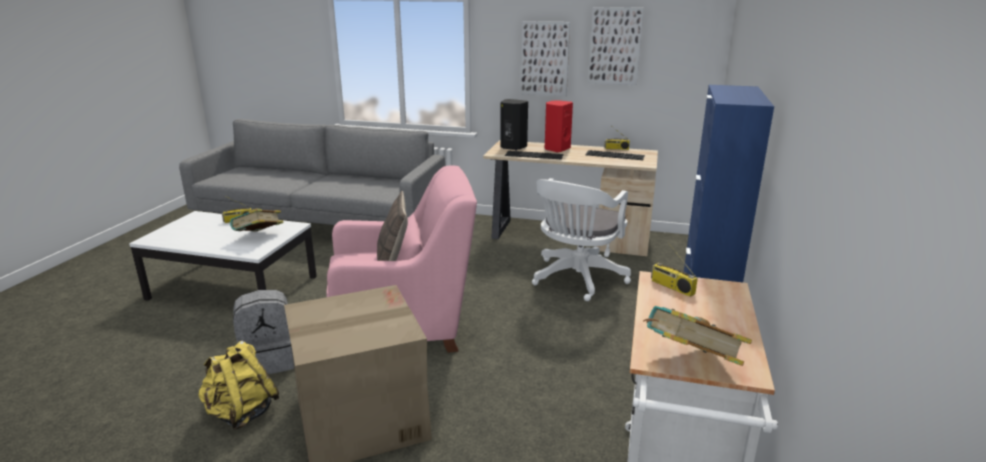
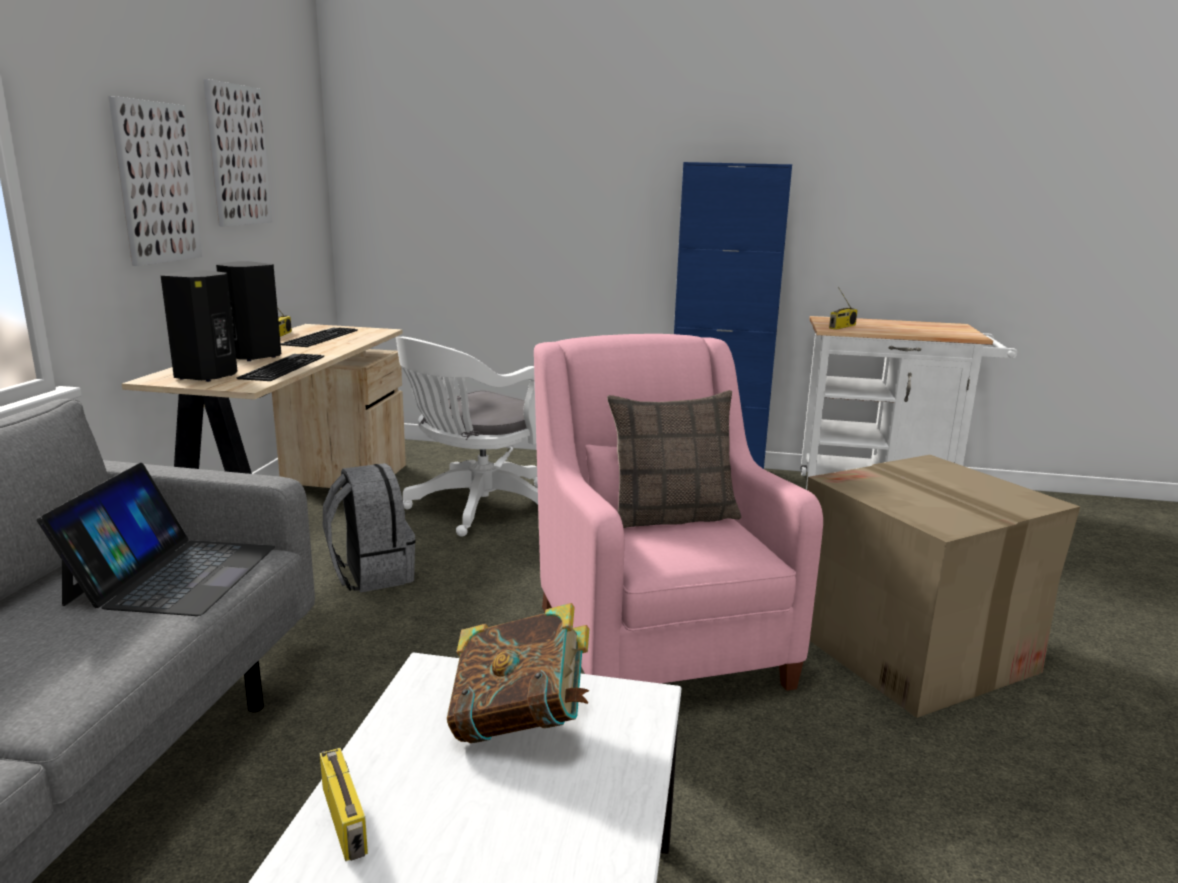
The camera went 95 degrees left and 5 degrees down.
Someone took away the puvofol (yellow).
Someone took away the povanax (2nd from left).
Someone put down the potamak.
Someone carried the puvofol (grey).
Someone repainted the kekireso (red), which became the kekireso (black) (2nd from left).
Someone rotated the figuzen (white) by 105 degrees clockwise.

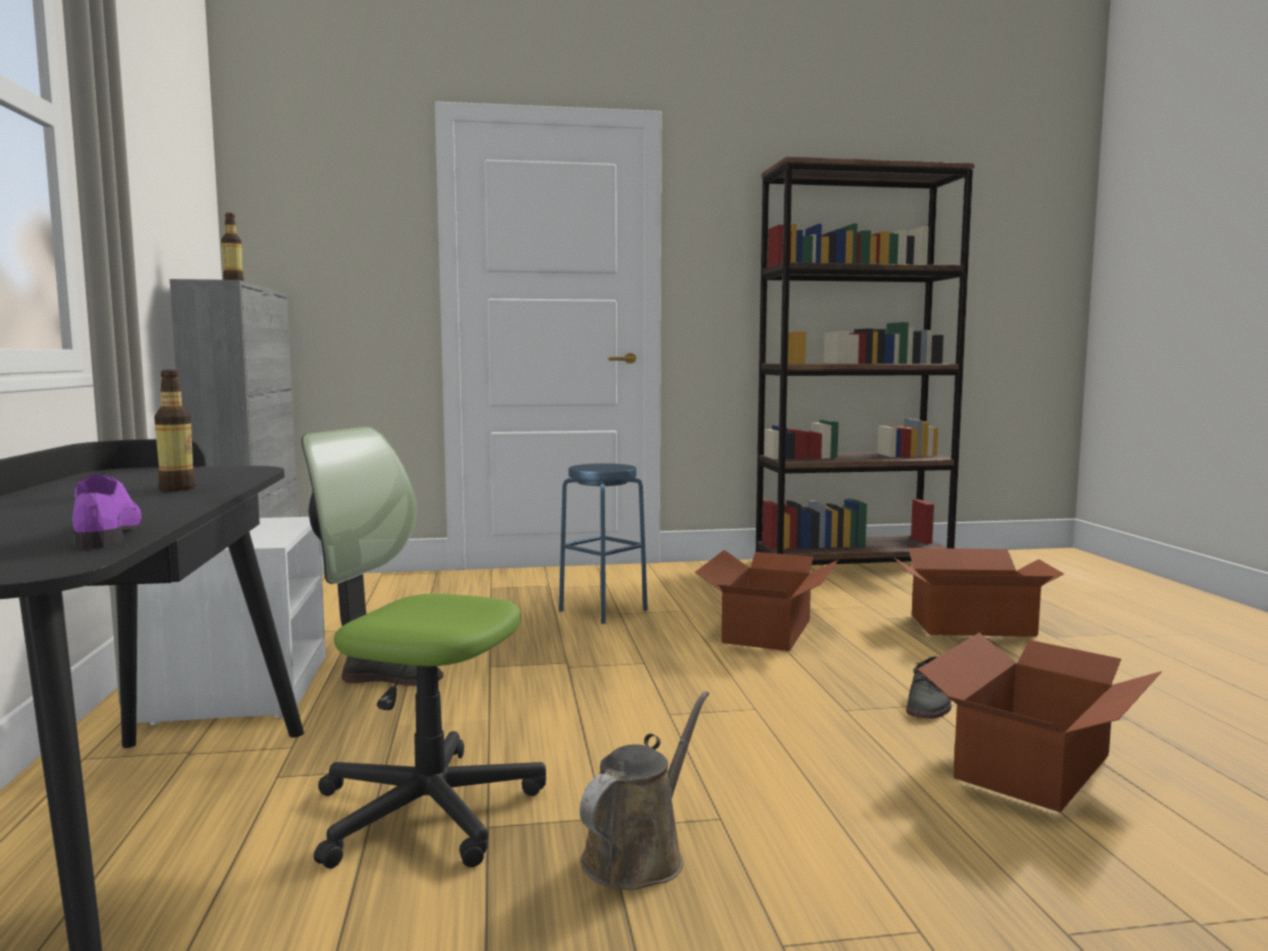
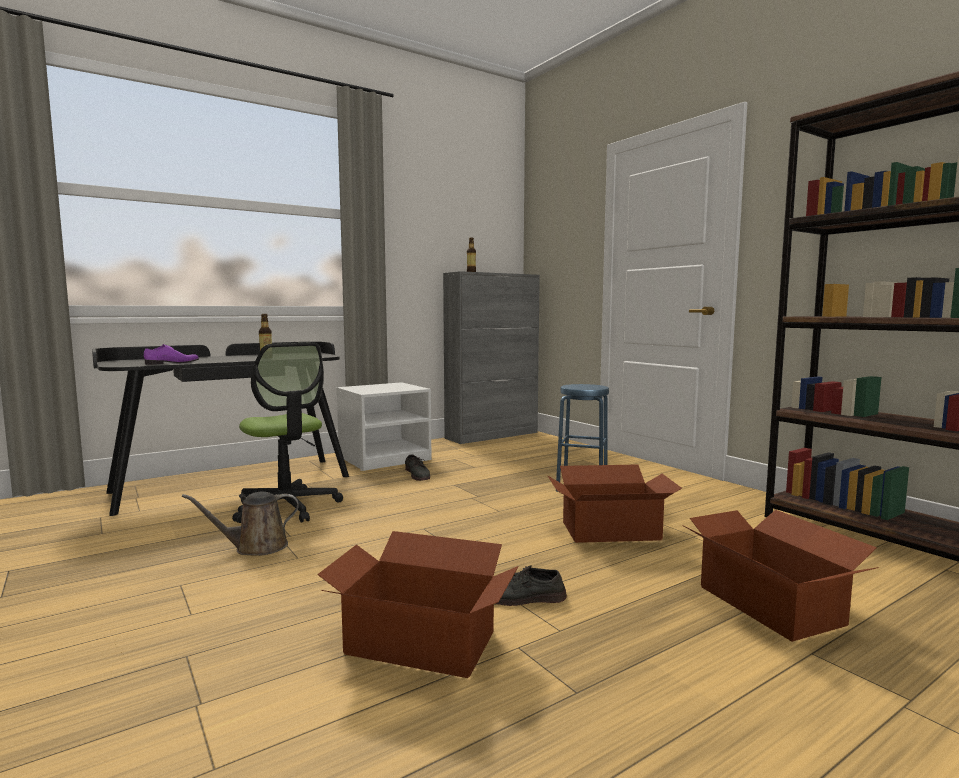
The camera went 65 degrees right and 0 degrees up.
Someone rotated the figuzen by 150 degrees clockwise.
Someone rotated the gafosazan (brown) by 150 degrees clockwise.

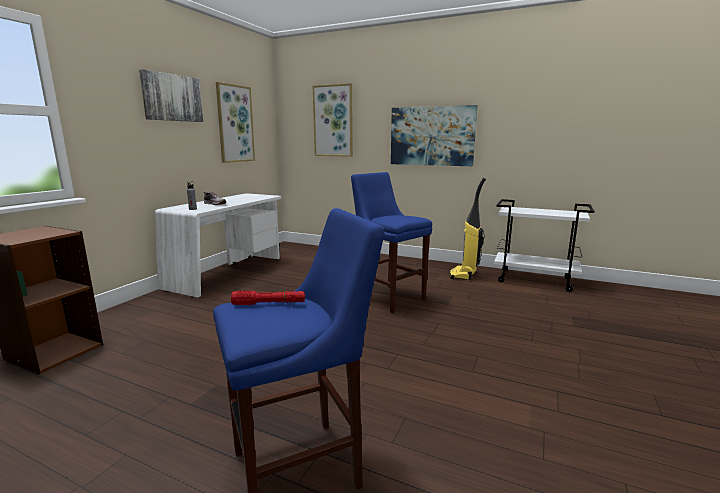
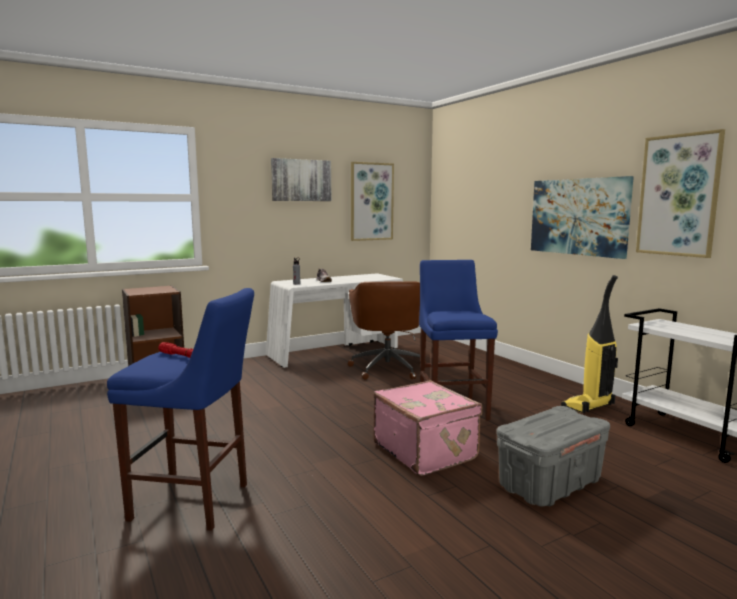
The camera went 35 degrees right and 5 degrees down.
Someone put down the figuzen (brown).
Someone put down the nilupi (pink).
Someone put down the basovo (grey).
Someone carried the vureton (3rd from left in the first image).

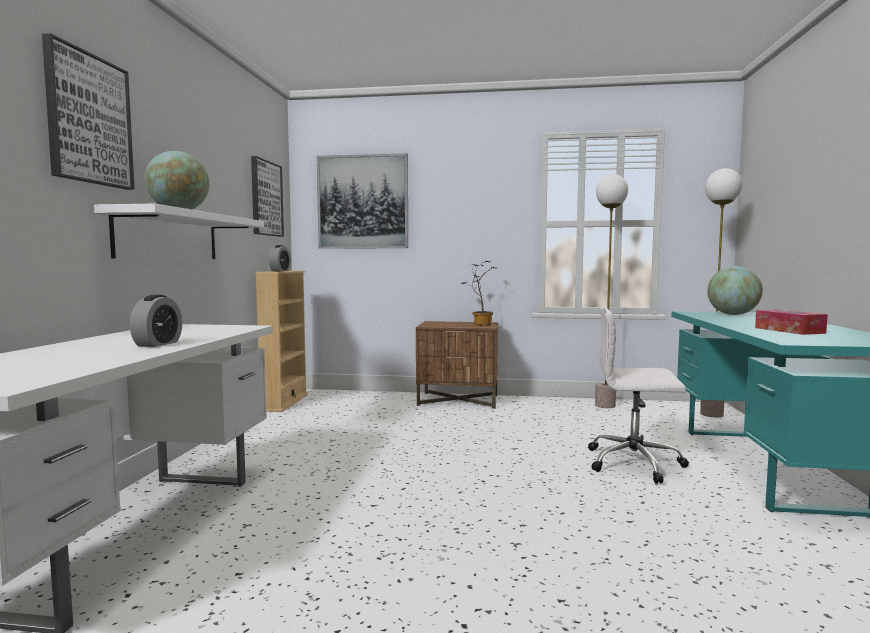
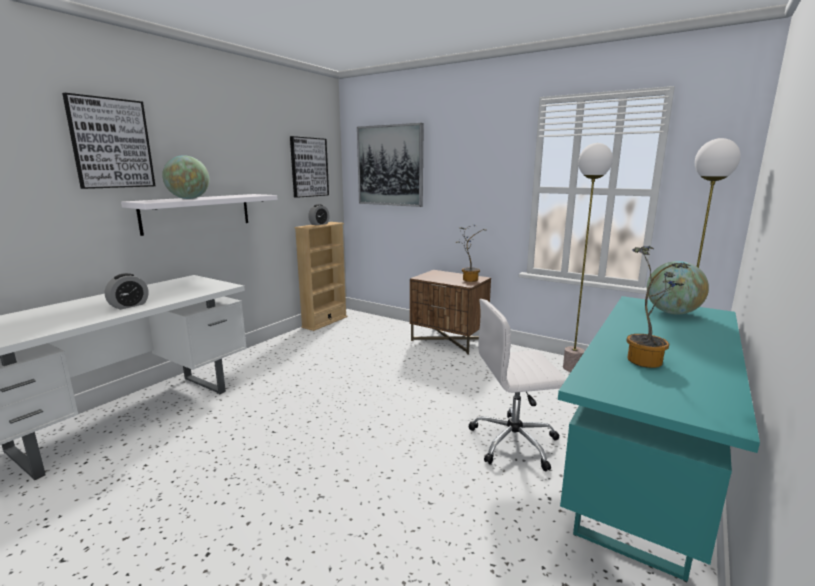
The camera went 25 degrees right and 10 degrees up.
Someone swapped the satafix for the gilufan (2nd from left).
Someone rotated the figuzen (white) by 45 degrees counterclockwise.

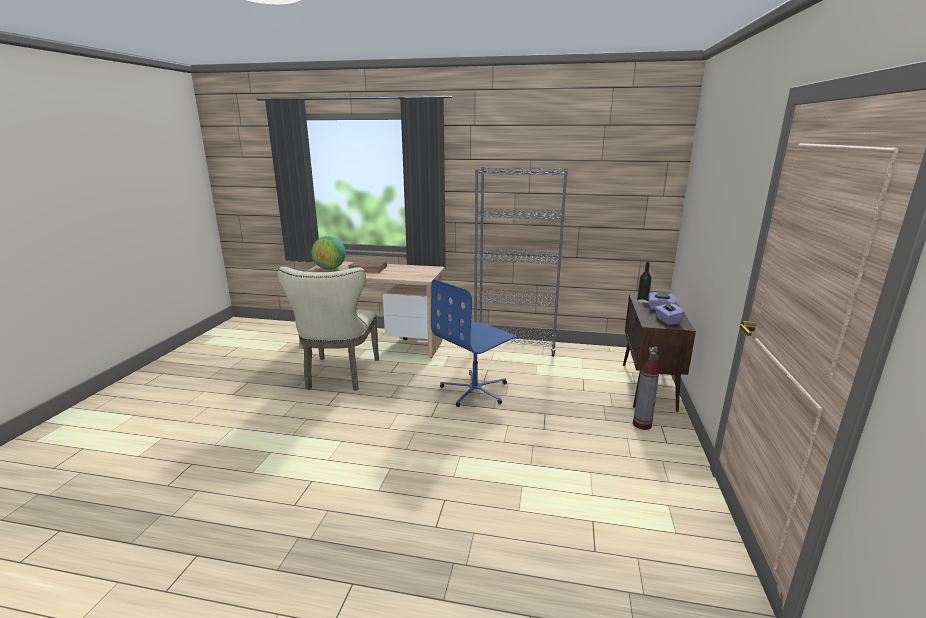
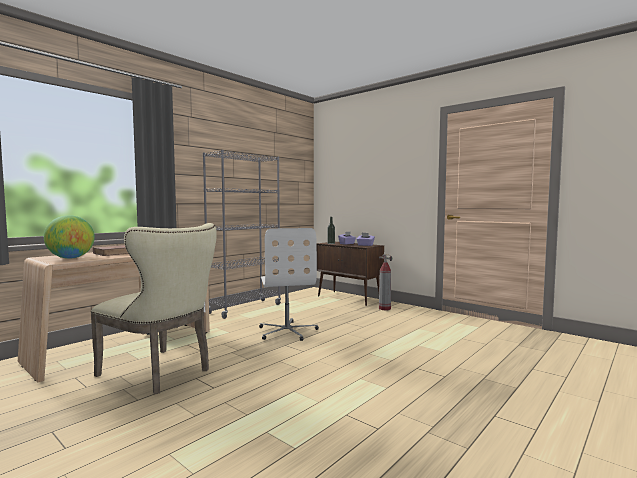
The camera went 60 degrees left and 15 degrees down.
Someone repainted the figuzen (blue), which became the figuzen (white).

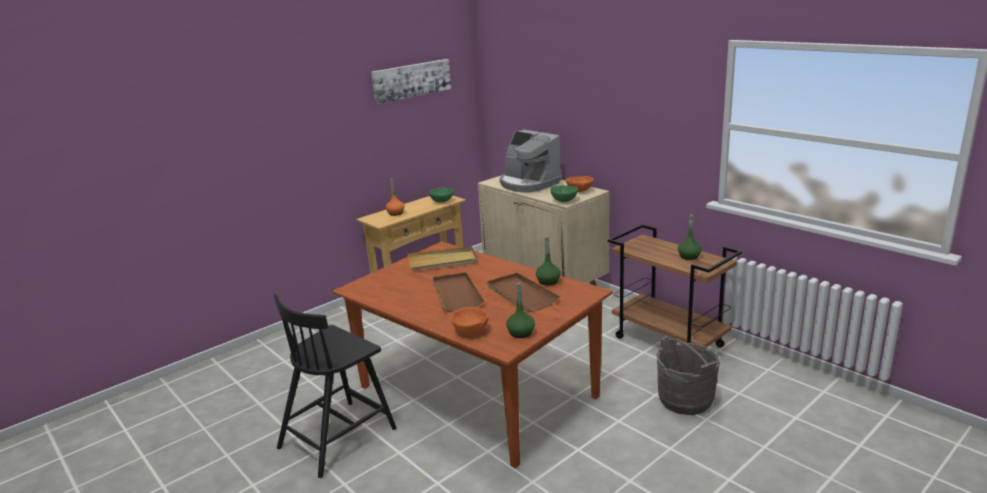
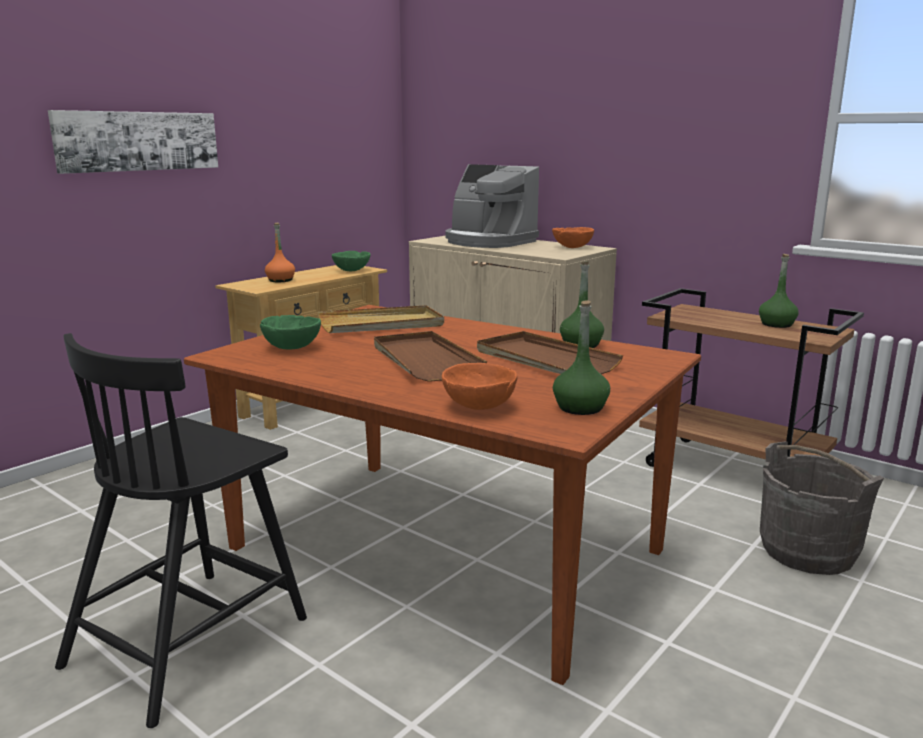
The camera went 10 degrees left and 5 degrees down.
Someone carried the vureton.
Someone carried the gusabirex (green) (2nd from left in the first image).

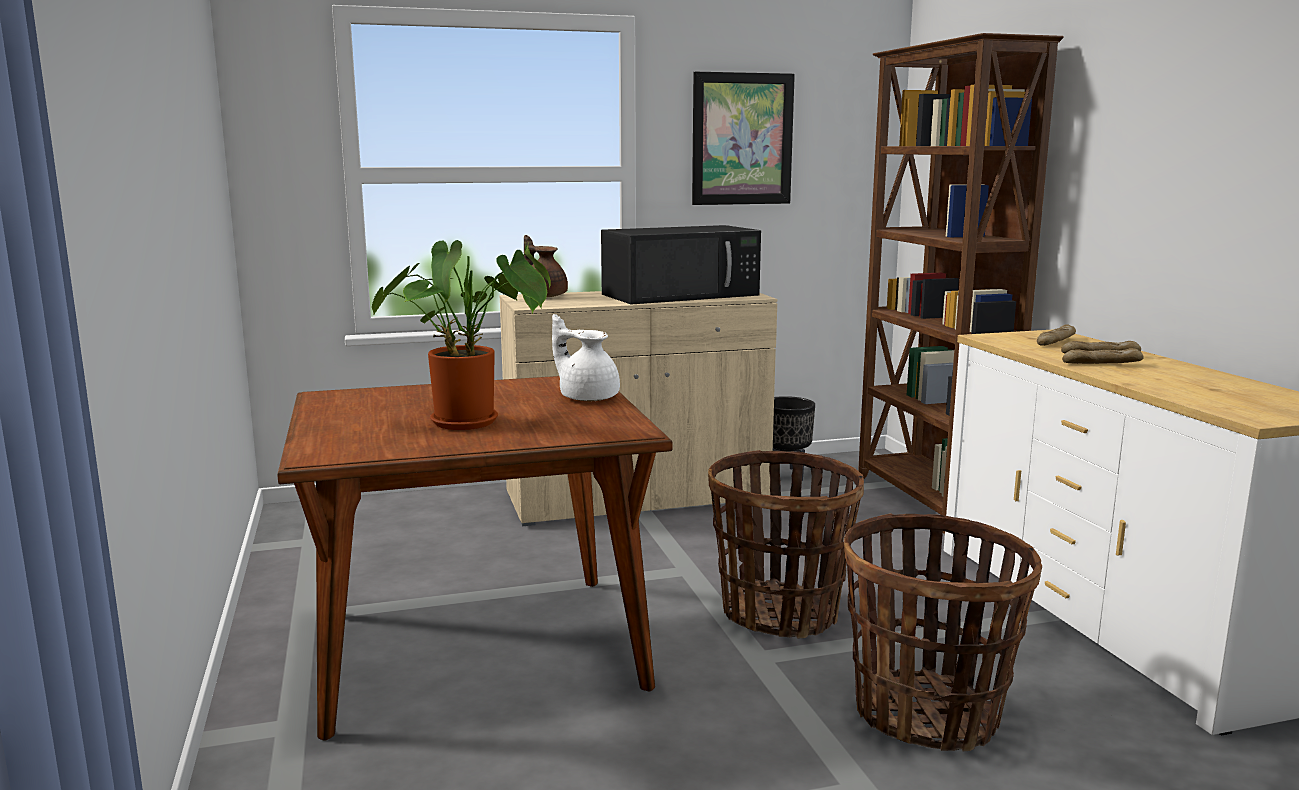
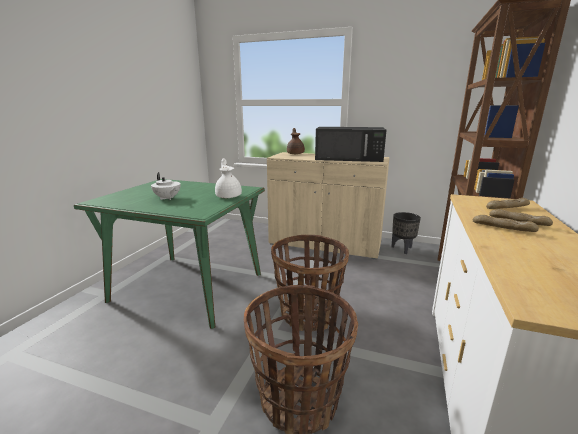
The camera went 35 degrees right and 5 degrees up.
Someone took away the vureton.
Someone swapped the gilufan for the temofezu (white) (1st from left).
Someone repainted the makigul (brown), which became the makigul (green).

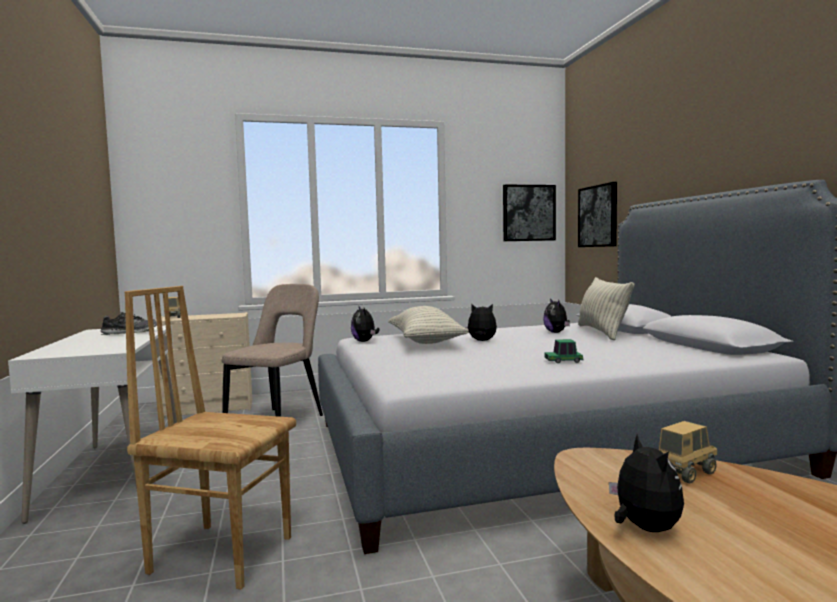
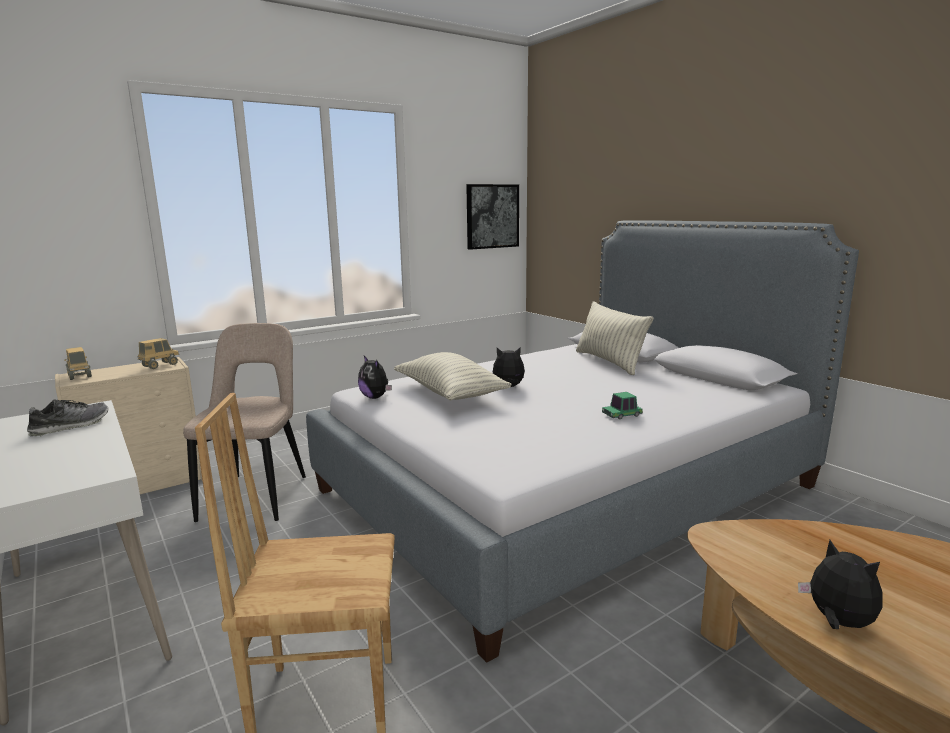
The camera went 20 degrees left and 10 degrees up.
Someone took away the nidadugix (3rd from left).
Someone took away the vureton (2nd from left).
Someone carried the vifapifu (2nd from left).

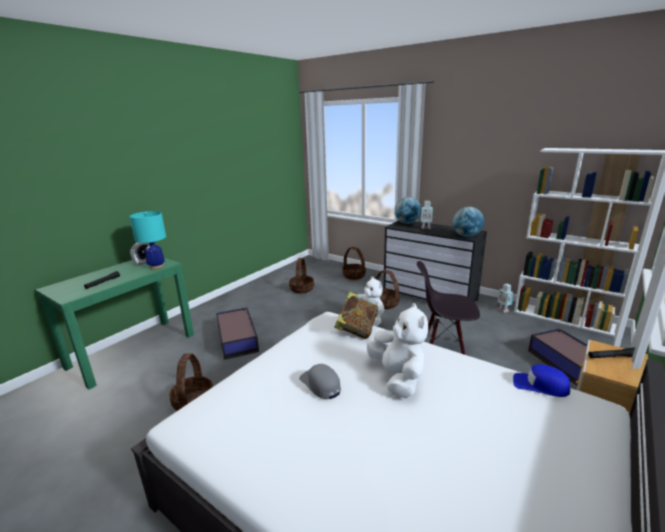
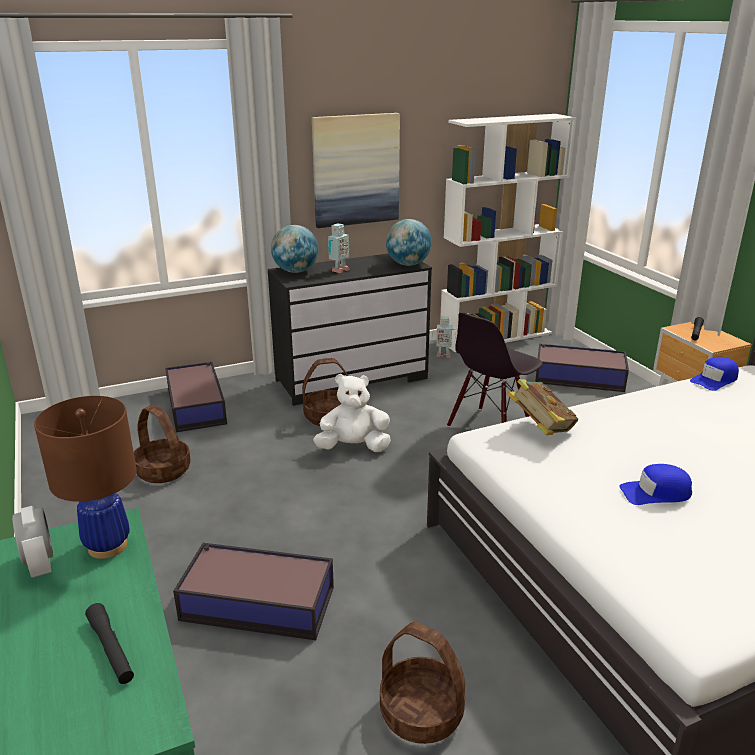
The camera went 60 degrees left and 5 degrees up.
Someone took away the nidadugix (white) (2nd from left).
Someone put up the vureton.
Someone swapped the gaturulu (3rd from left) for the basovo (1st from left).
Someone repainted the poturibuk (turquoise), which became the poturibuk (brown).
Someone repainted the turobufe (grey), which became the turobufe (blue) (1st from left).

